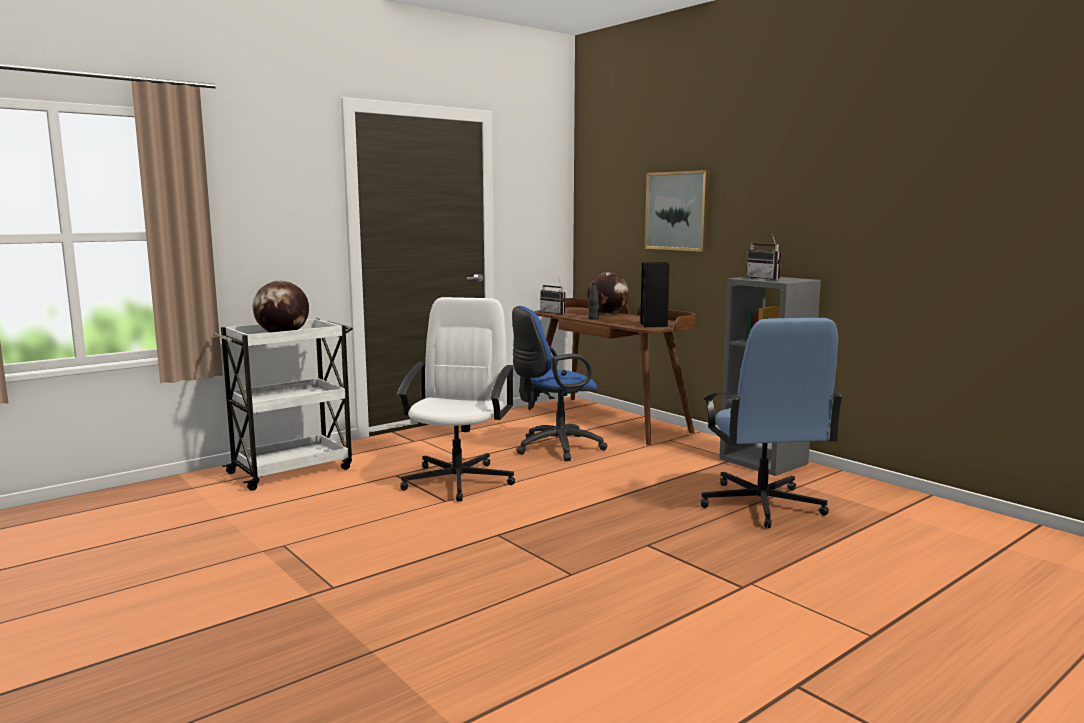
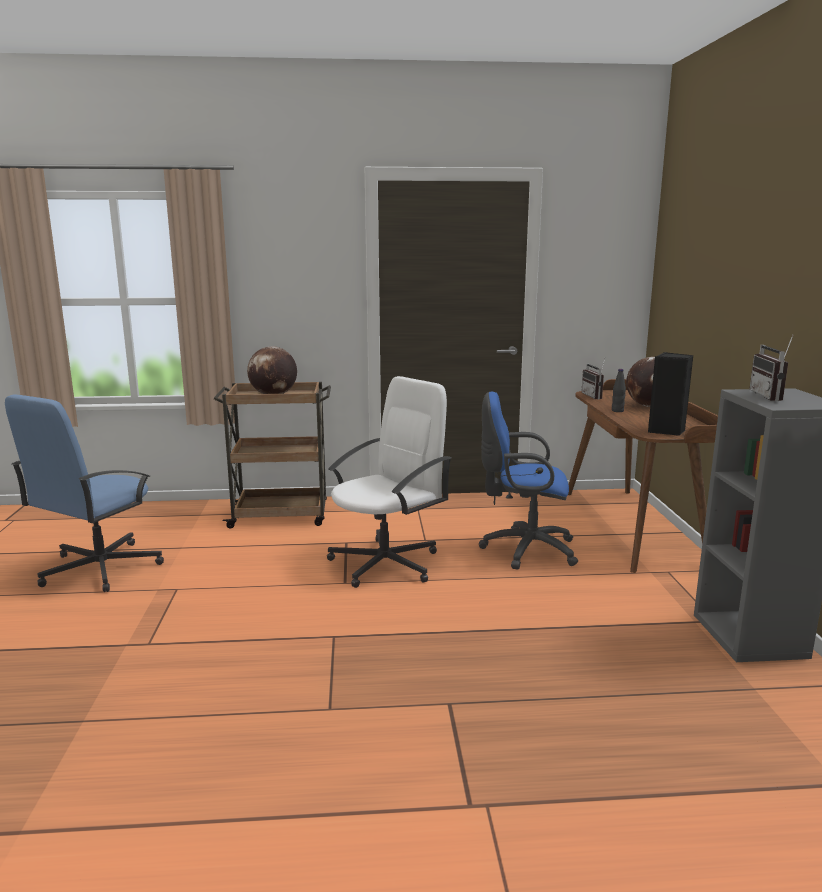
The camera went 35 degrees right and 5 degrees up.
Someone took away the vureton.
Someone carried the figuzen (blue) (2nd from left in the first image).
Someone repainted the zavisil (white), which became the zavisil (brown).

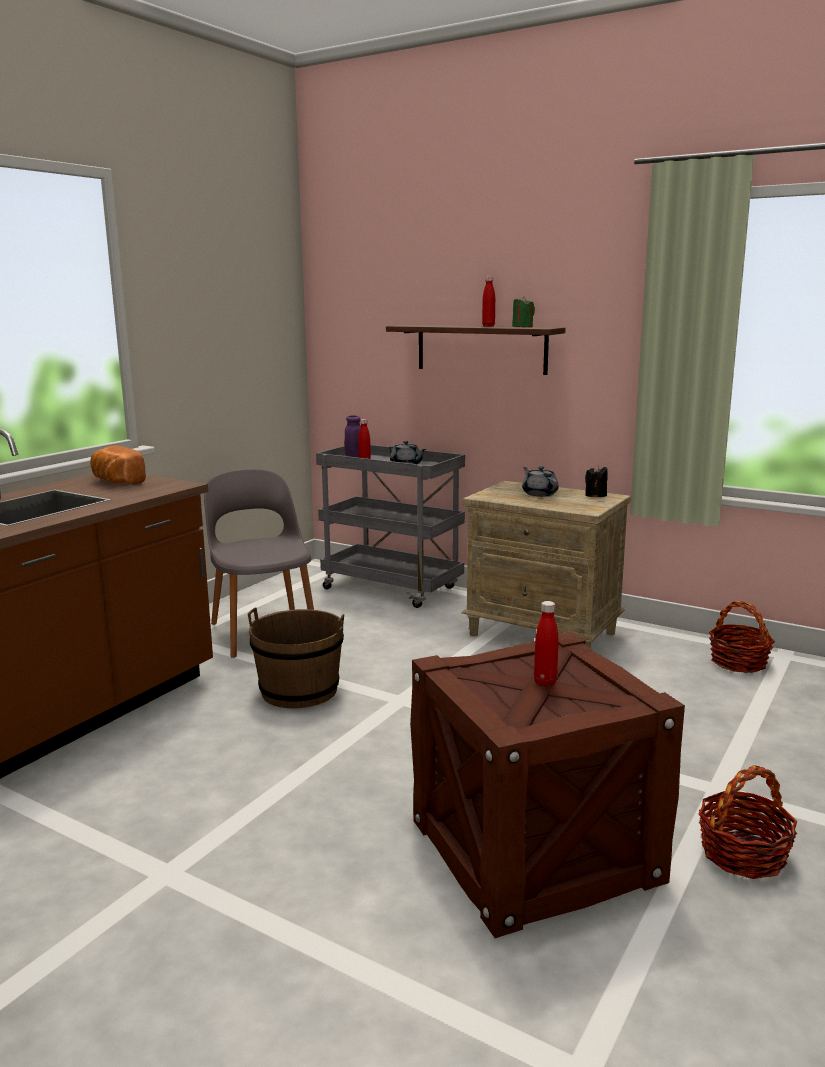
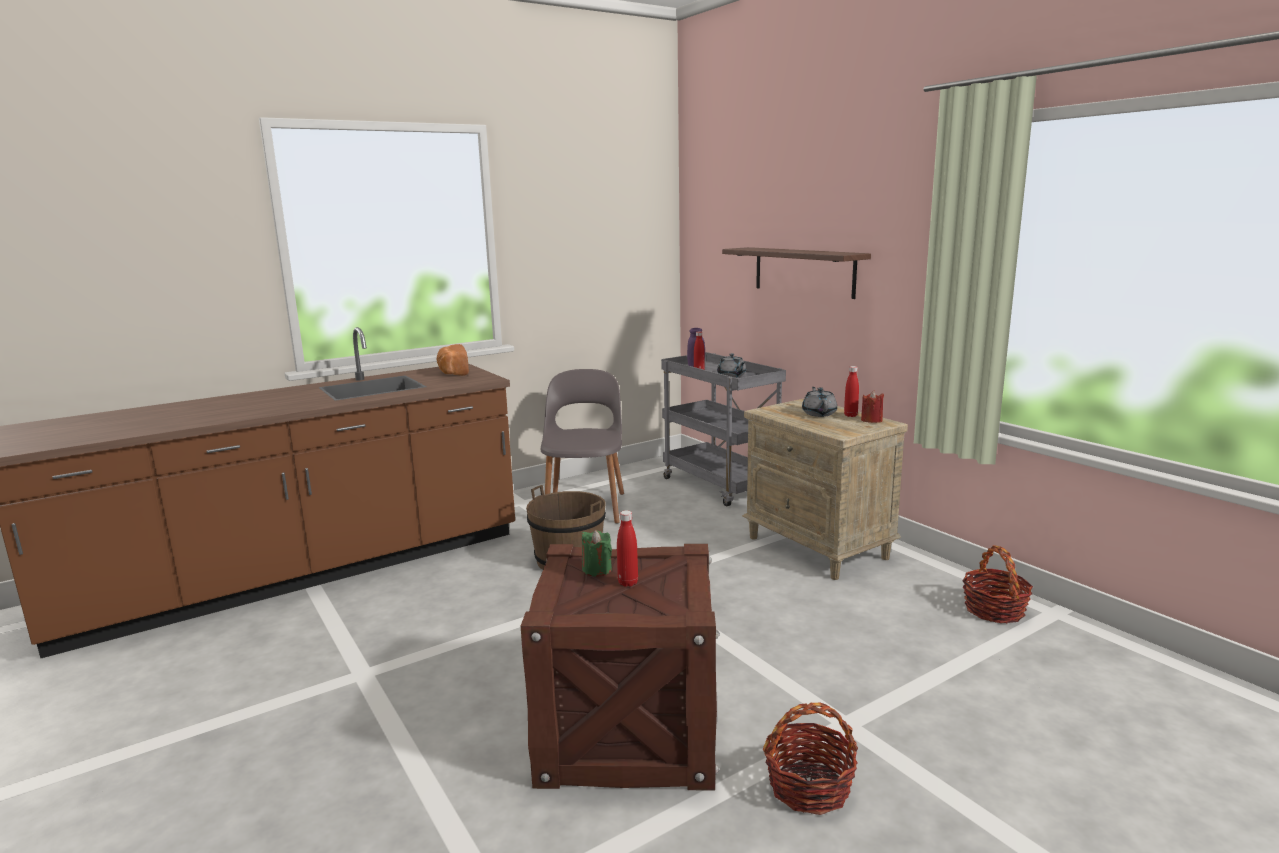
The camera went 25 degrees right and 0 degrees up.
Someone carried the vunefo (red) (2nd from left in the first image).
Someone carried the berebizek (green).
Someone repainted the berebizek (black), which became the berebizek (red).

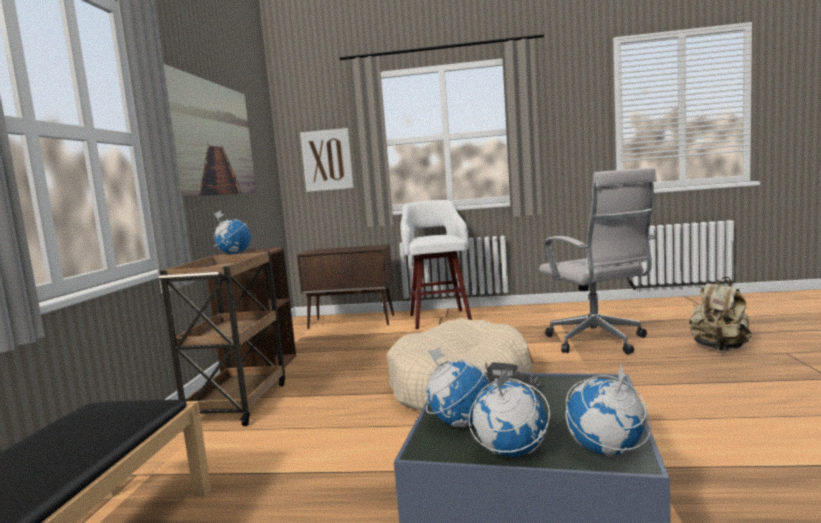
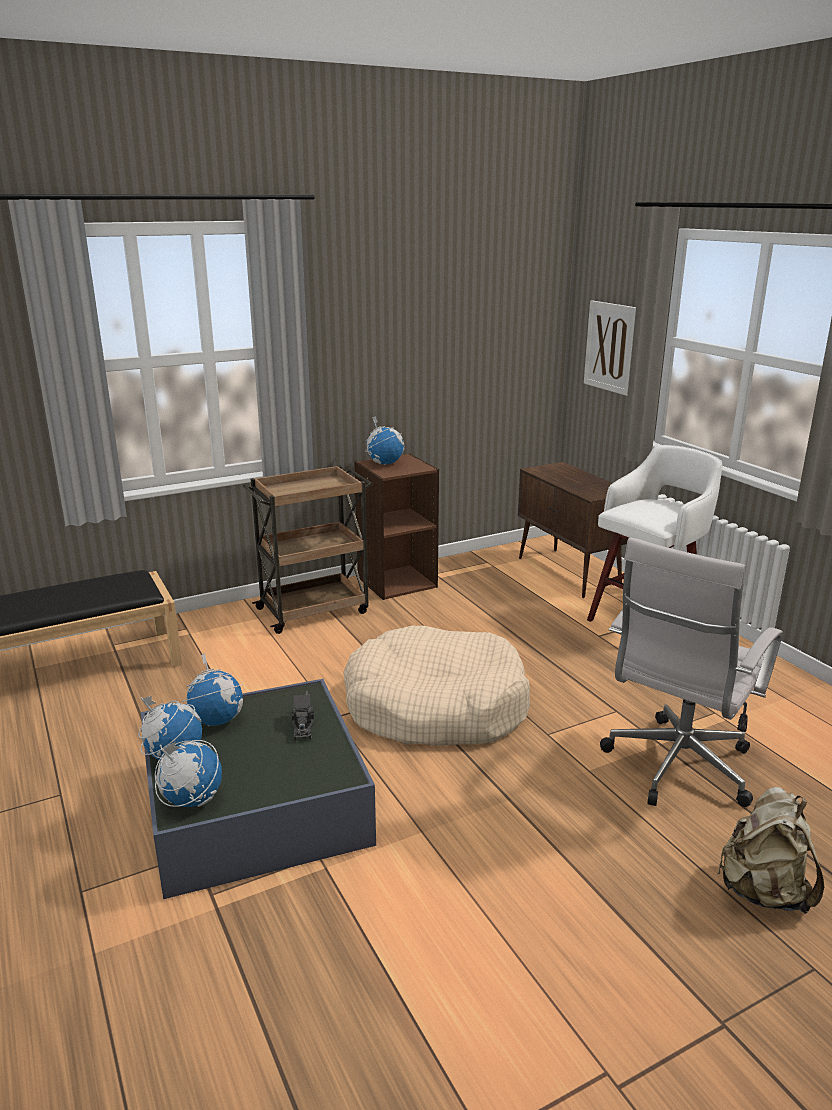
The camera went 55 degrees right and 15 degrees up.
Someone took away the vureton (1st from left).

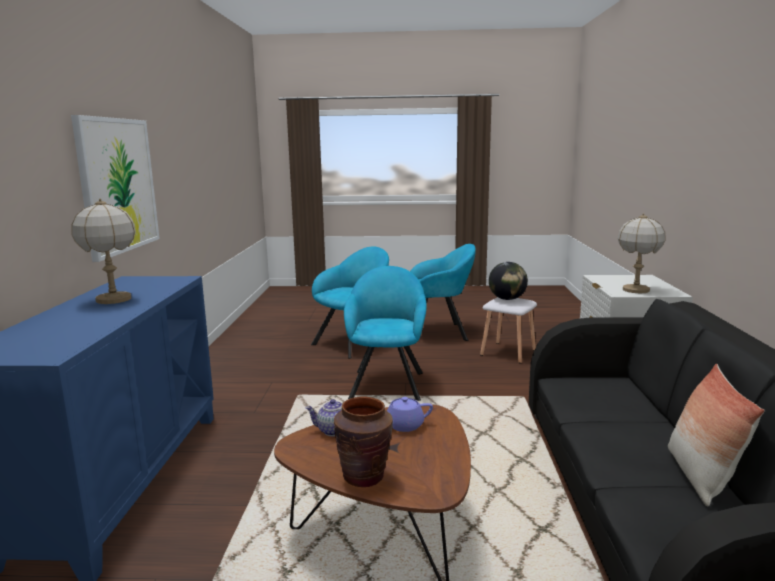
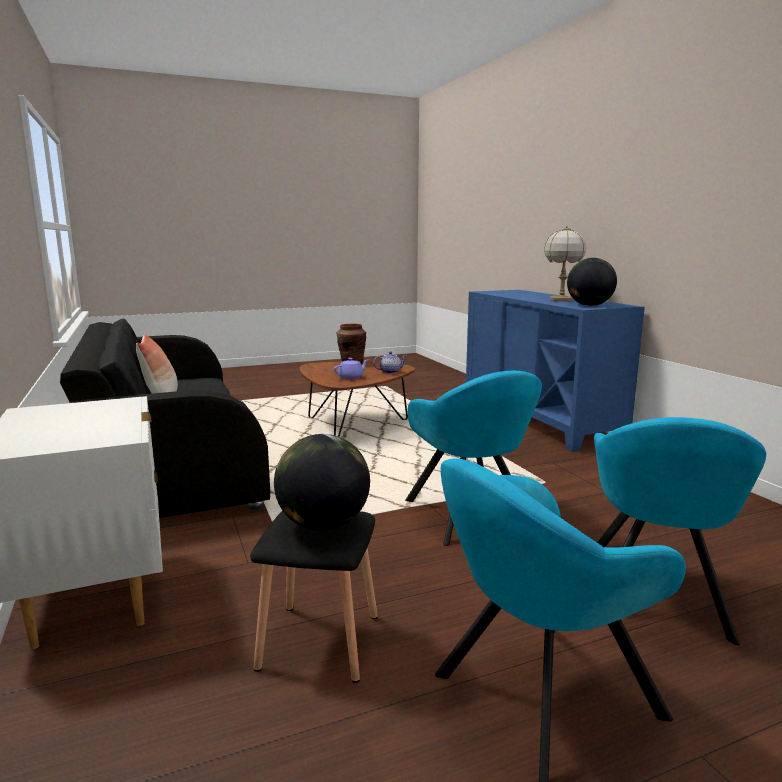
The camera went 155 degrees right and 0 degrees up.
Someone took away the vureton.
Someone took away the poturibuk (2nd from left).
Someone put down the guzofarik (2nd from left).
Someone repainted the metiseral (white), which became the metiseral (black).

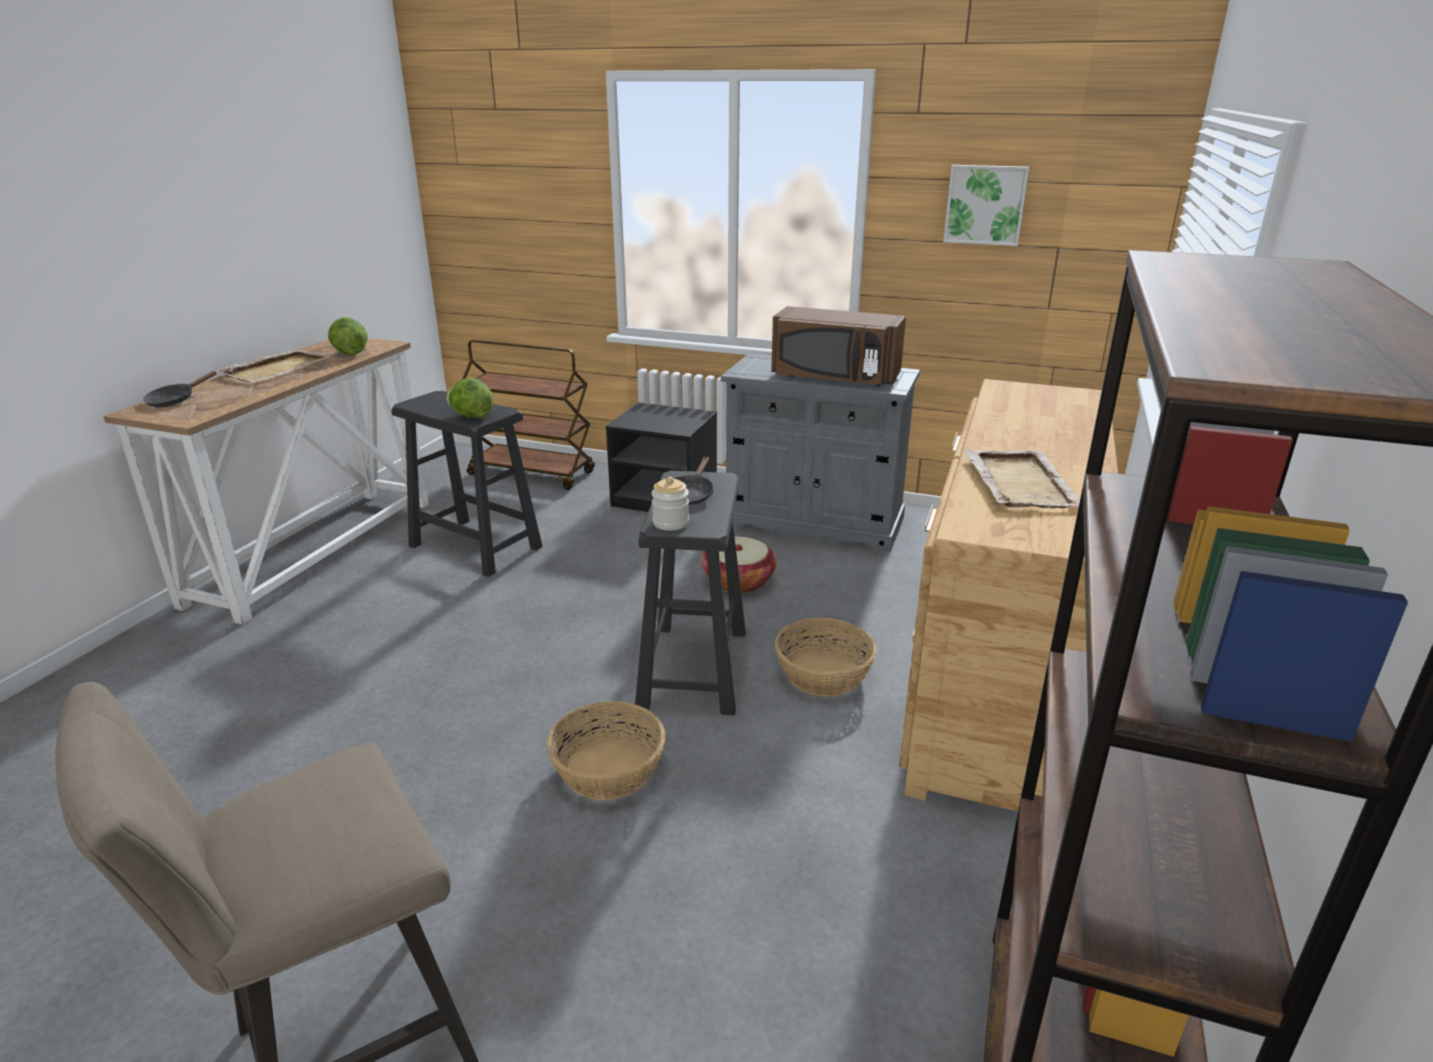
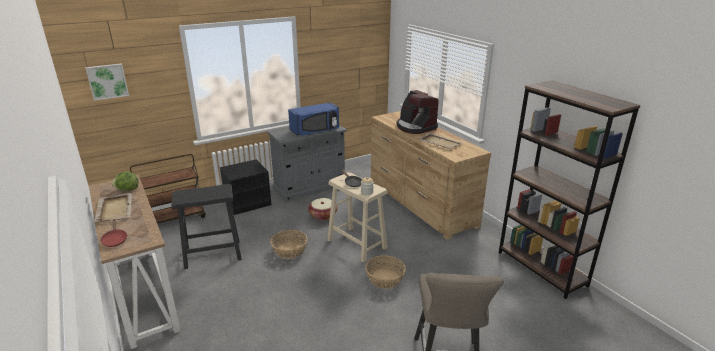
The camera went 50 degrees left and 0 degrees up.
Someone took away the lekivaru (2nd from left).
Someone put down the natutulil.
Someone carried the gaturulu (3rd from left in the first image).
Someone carried the vureton.
Someone repainted the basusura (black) (1st from left), which became the basusura (red).
Someone repainted the metiseral (black) (2nd from left), which became the metiseral (beige) (1st from left).
Someone repainted the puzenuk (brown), which became the puzenuk (blue).

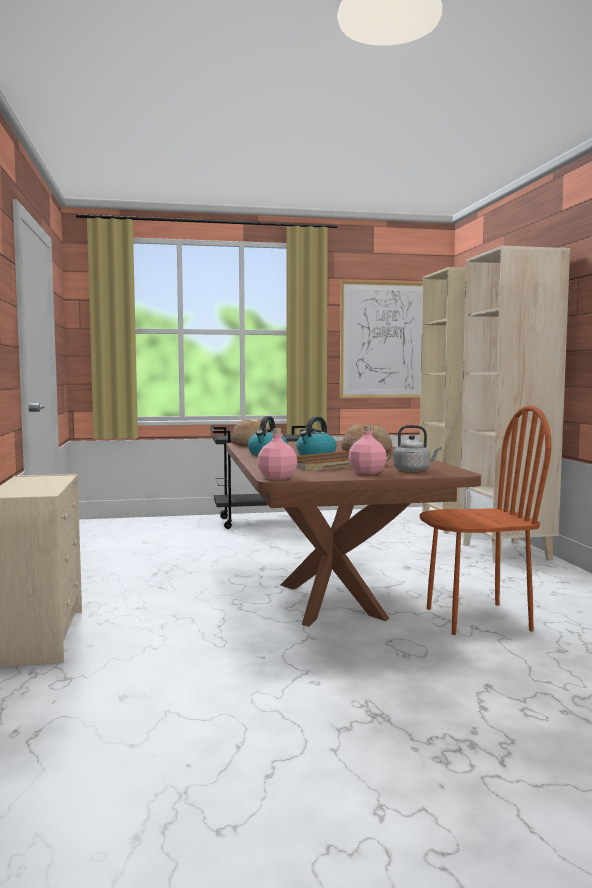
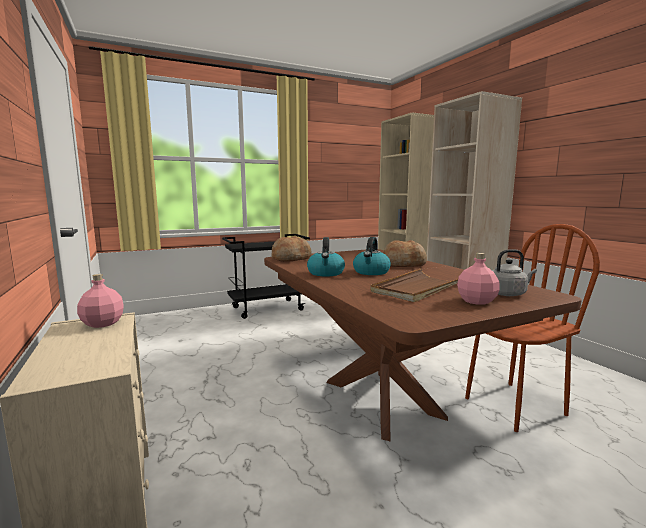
The camera went 15 degrees left and 5 degrees up.
Someone took away the vureton.
Someone carried the vunefo (pink) (1st from left).

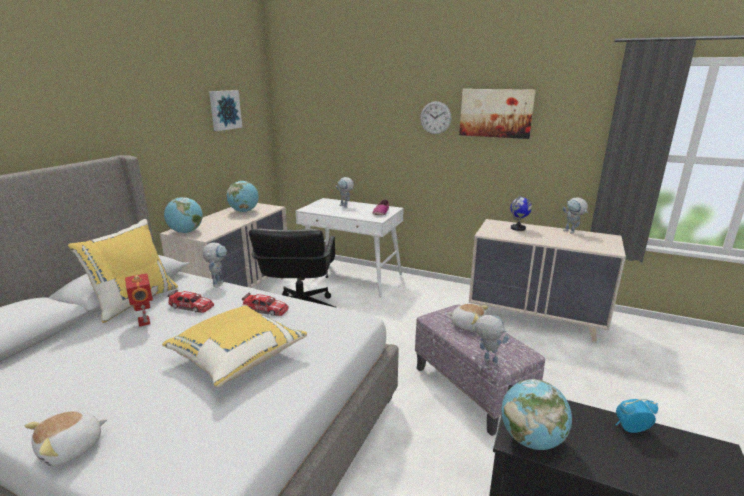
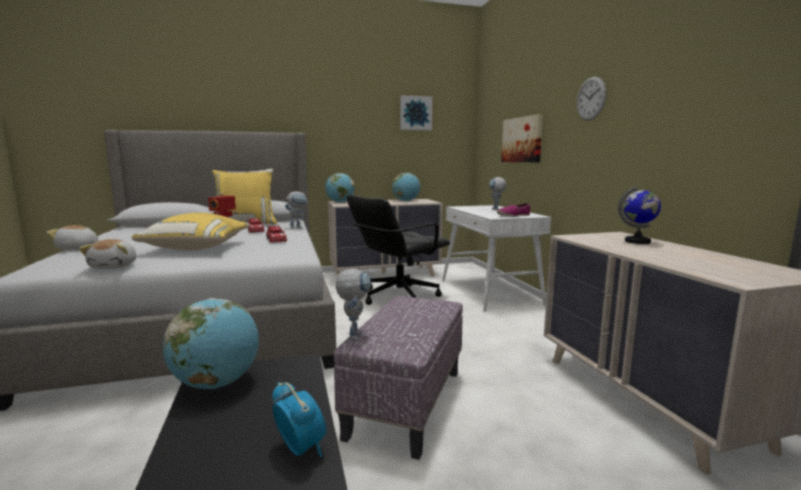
The camera went 50 degrees right and 10 degrees down.
Someone took away the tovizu (5th from left).
Someone carried the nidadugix (2nd from left).
Someone carried the vureton (2nd from left).

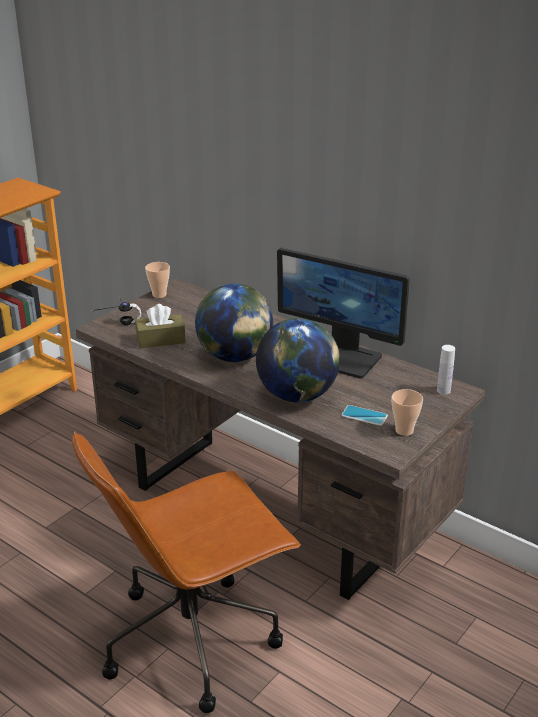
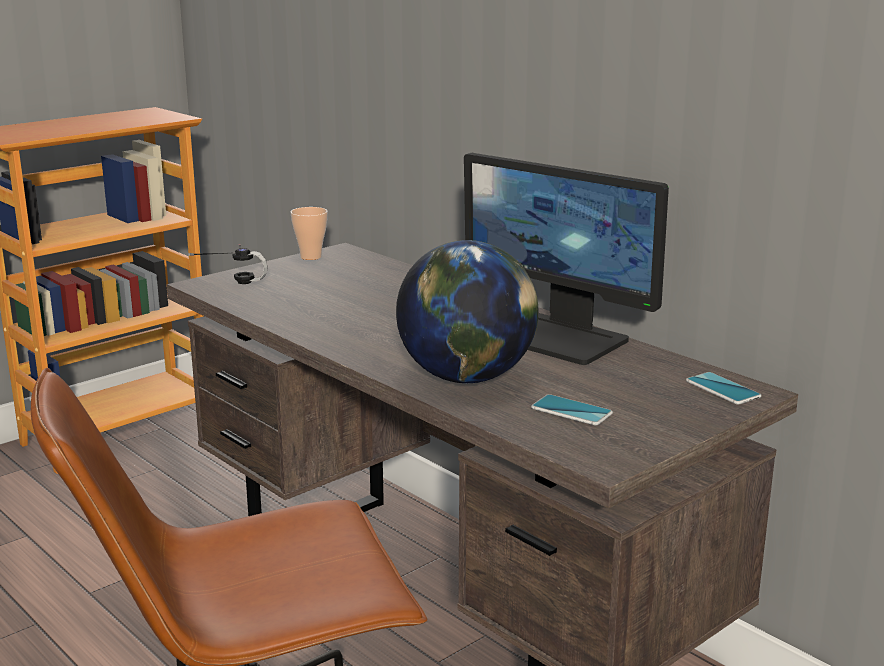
The camera went 10 degrees right and 10 degrees down.
Someone took away the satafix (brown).
Someone took away the guzofarik (1st from left).
Someone took away the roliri (2nd from left).
Someone swapped the vunefo (white) for the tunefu (2nd from left).

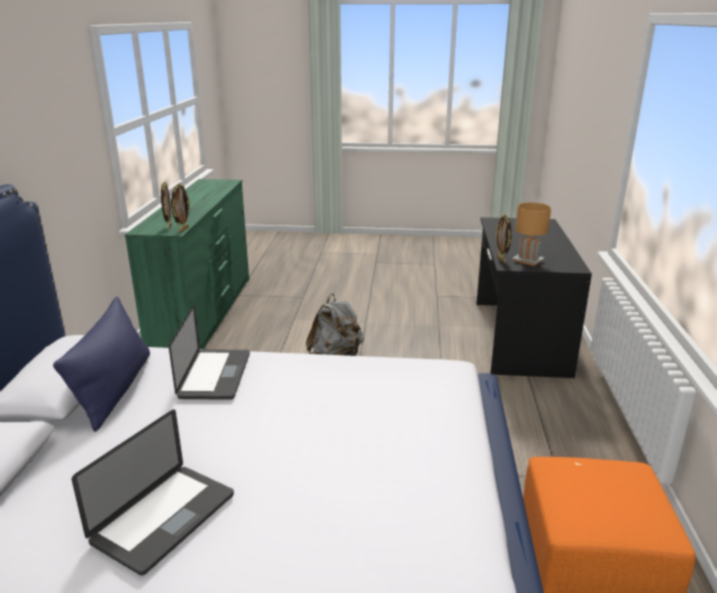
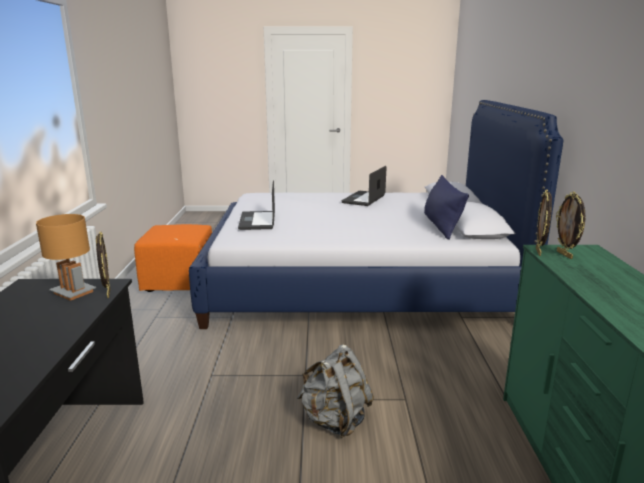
The camera went 175 degrees right and 5 degrees down.
Someone carried the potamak (2nd from left in the first image).

